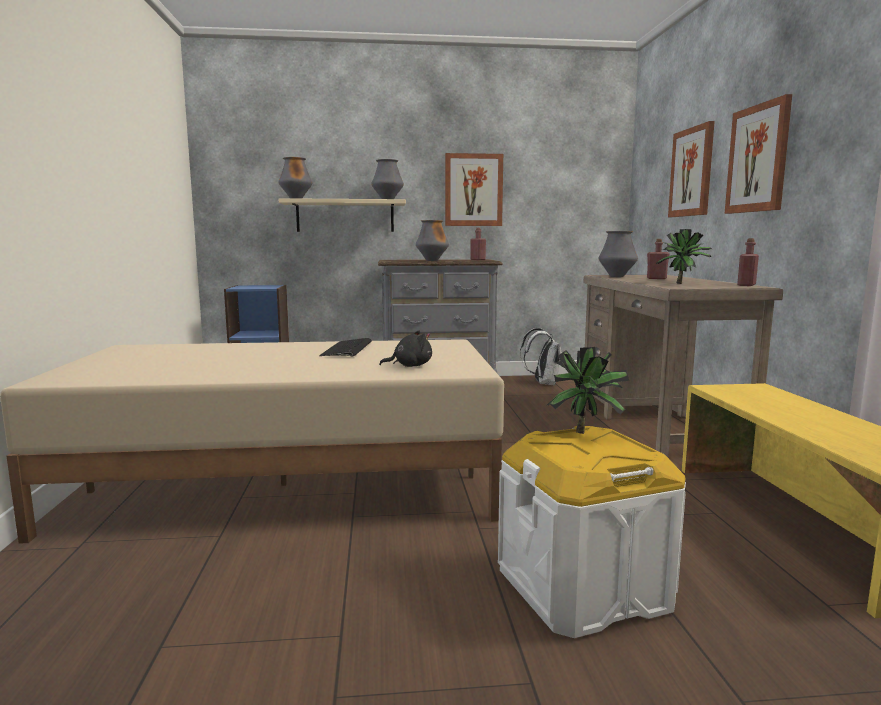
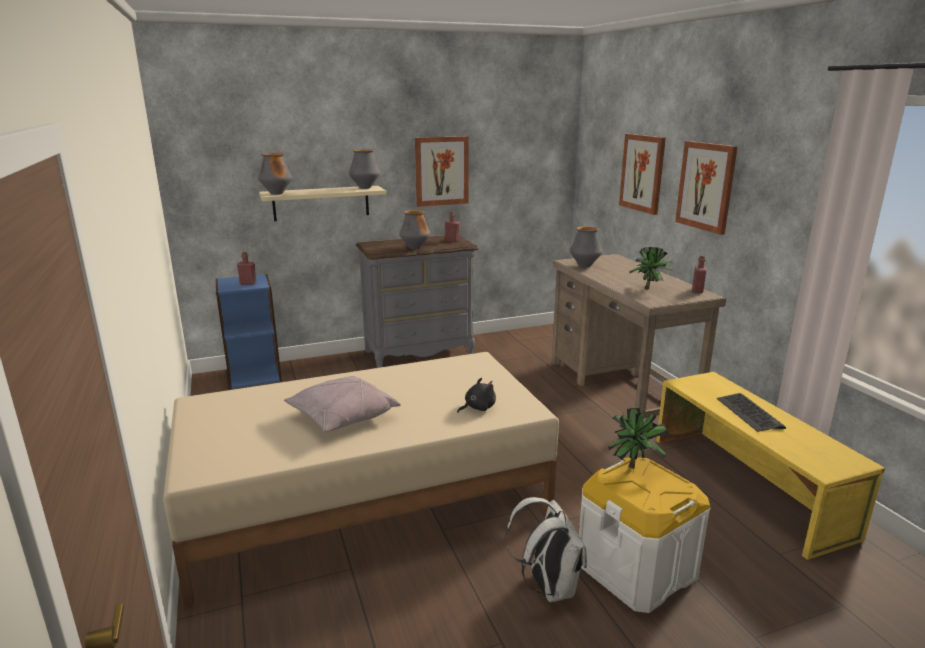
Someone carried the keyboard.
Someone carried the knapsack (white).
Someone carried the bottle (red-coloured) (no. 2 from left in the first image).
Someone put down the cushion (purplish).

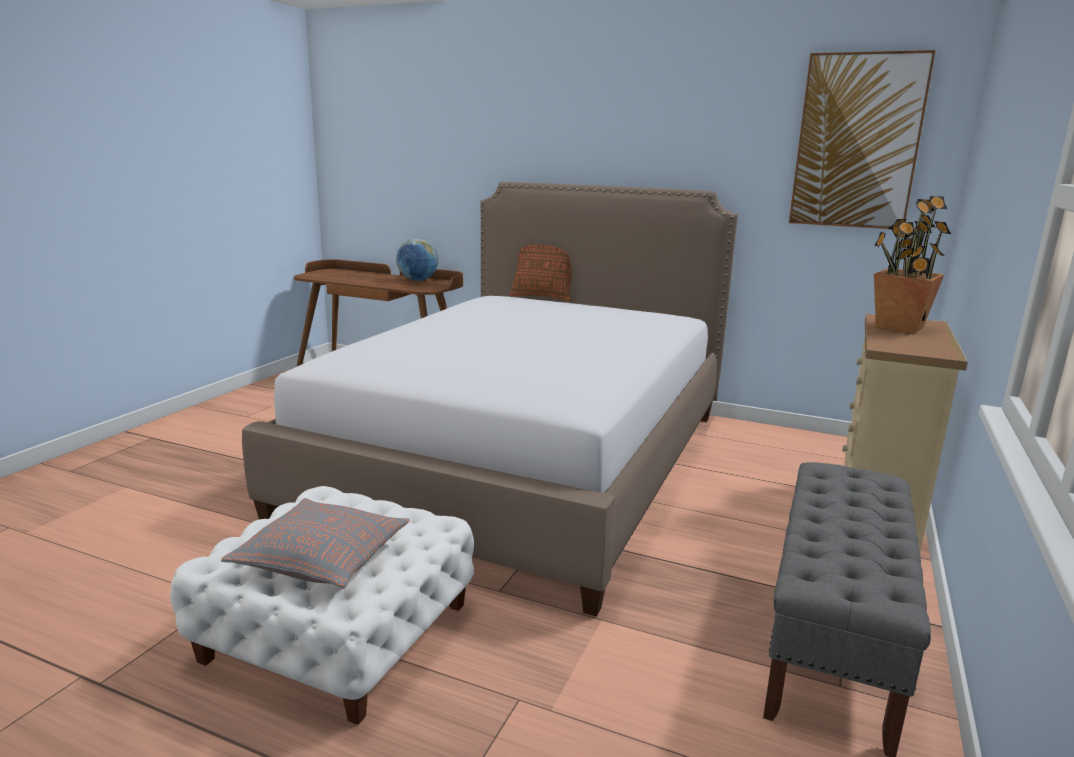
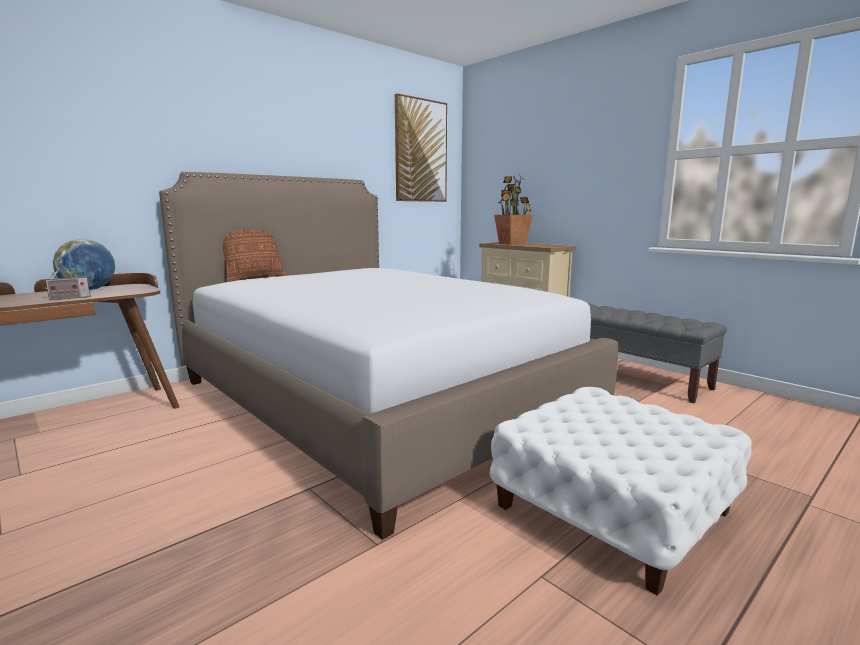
Someone took away the cushion (greyish).
Someone put down the radio receiver.

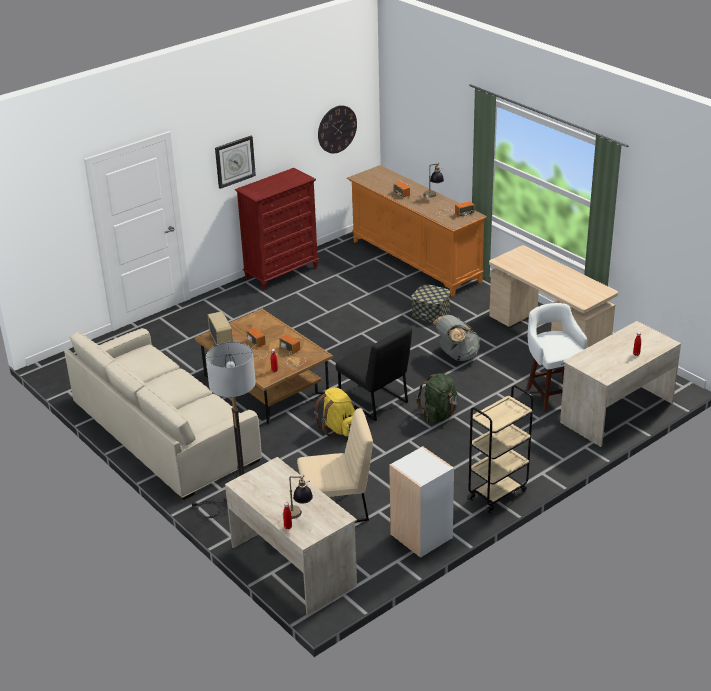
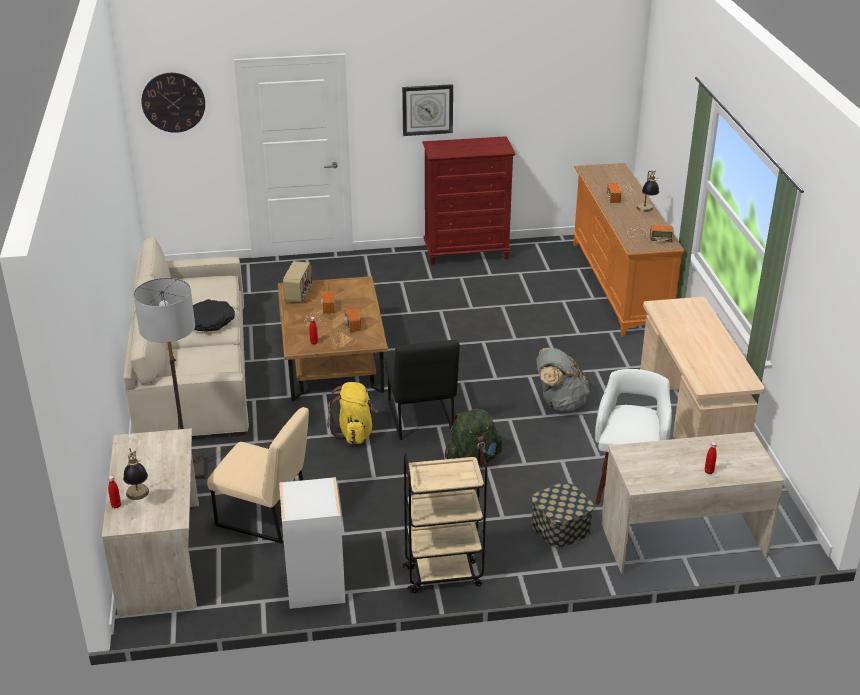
Someone carried the clock on the wall (no. 2 from left in the first image).
Someone carried the storage container.
Someone put down the cushion (blackish).

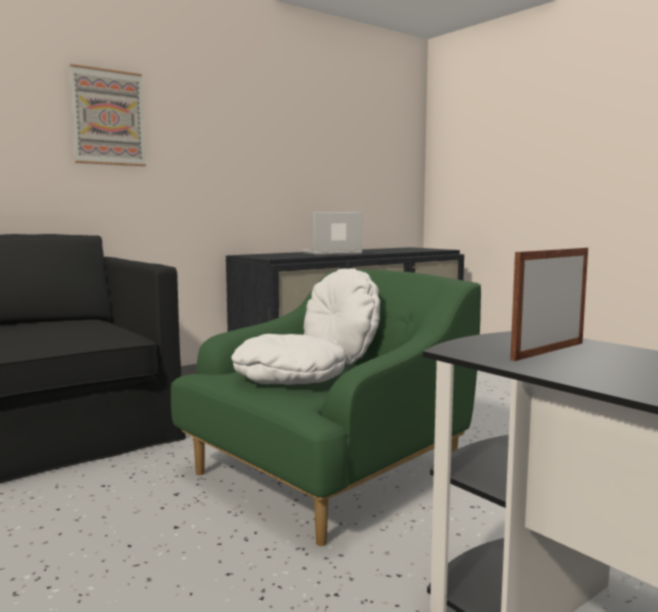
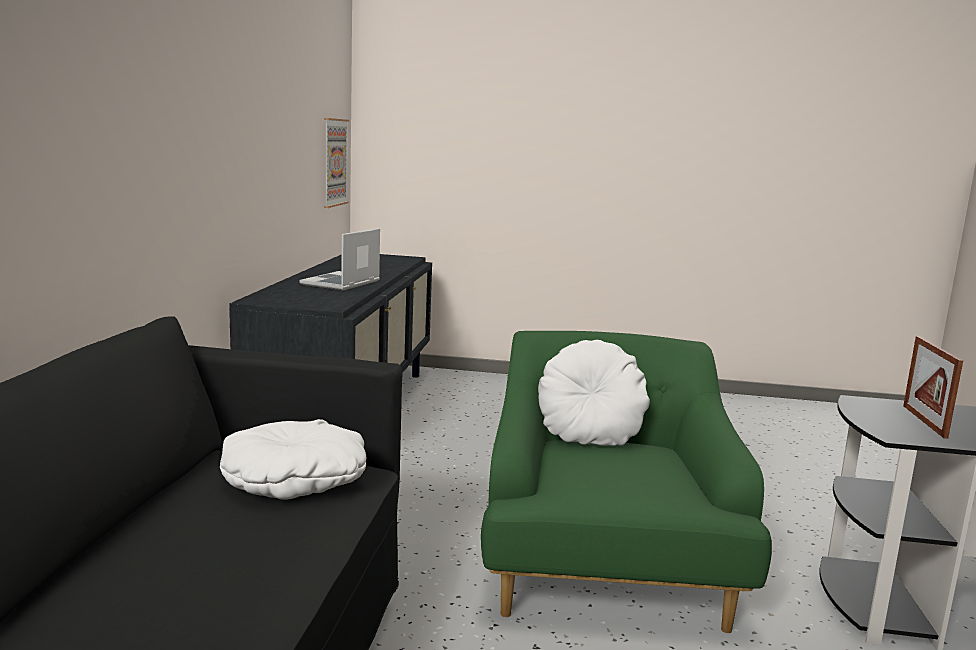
Someone carried the picture.
Someone carried the cushion (white) (no. 1 from left).

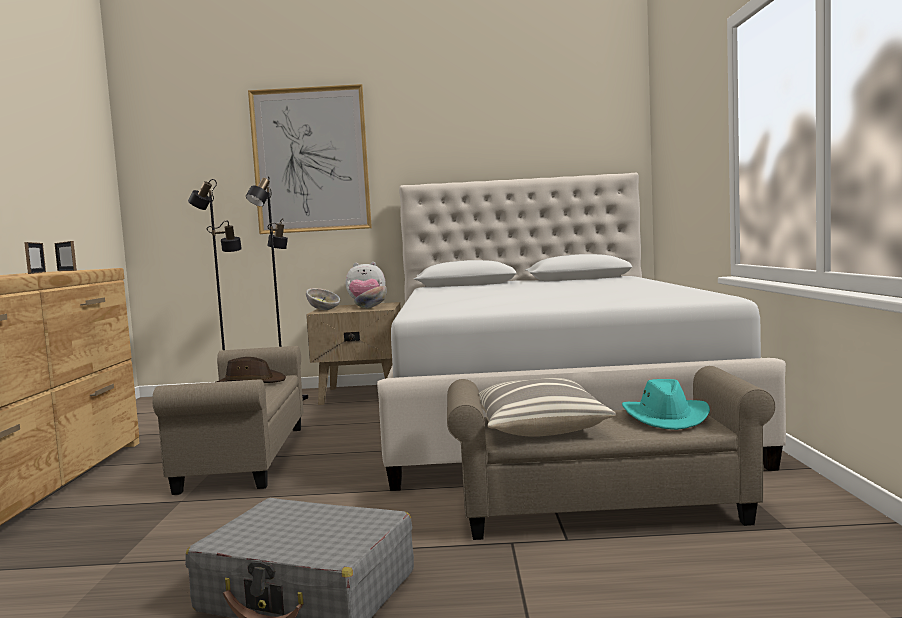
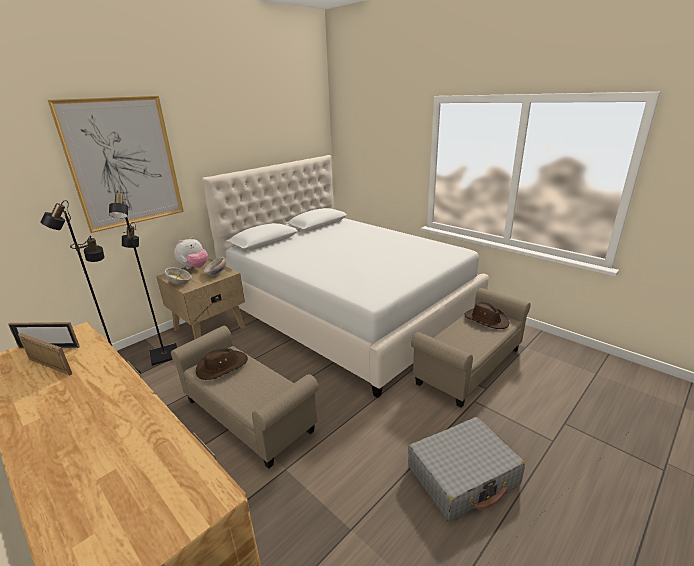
Someone took away the cushion.
Someone repainted the wearable hat (turquoise-coloured), which became the wearable hat (brown) (no. 2 from left).

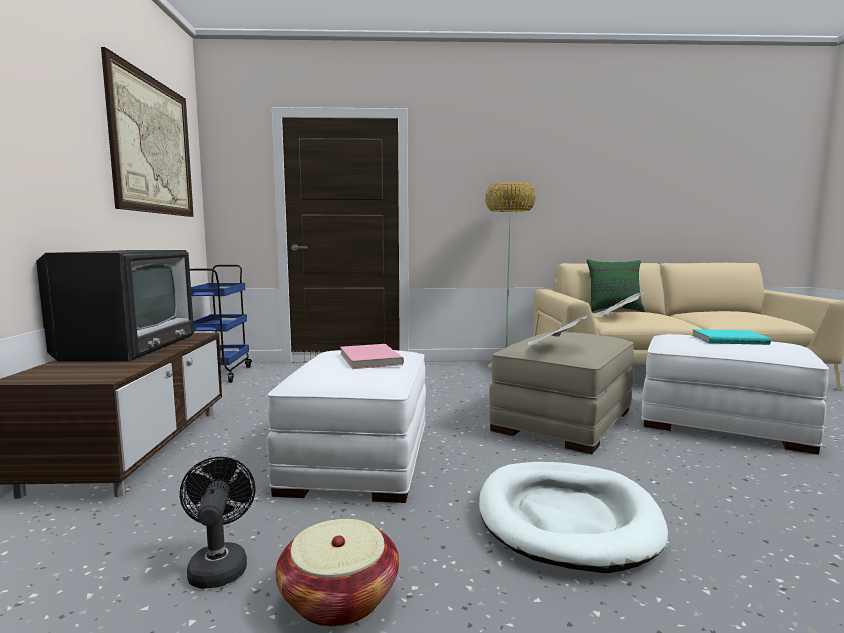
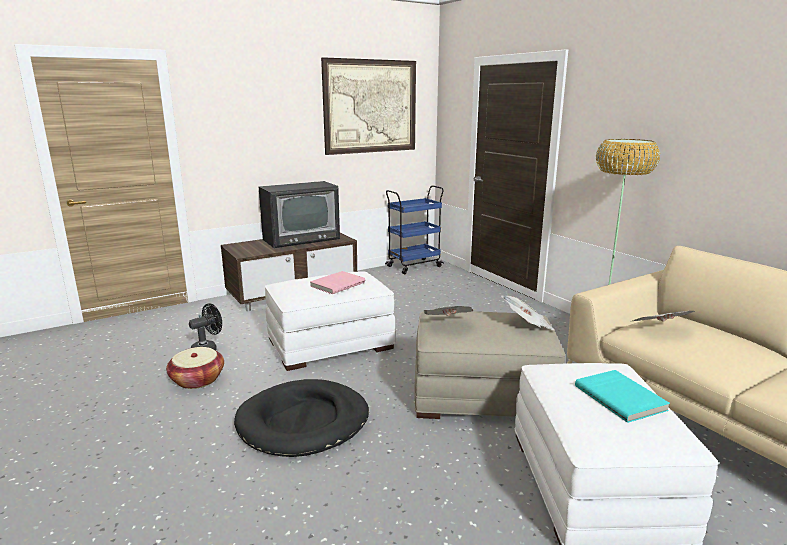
Someone repainted the dog bed (white), which became the dog bed (blackish).
Someone took away the cushion (green-coloured).
Someone put down the newspaper (no. 2 from left).

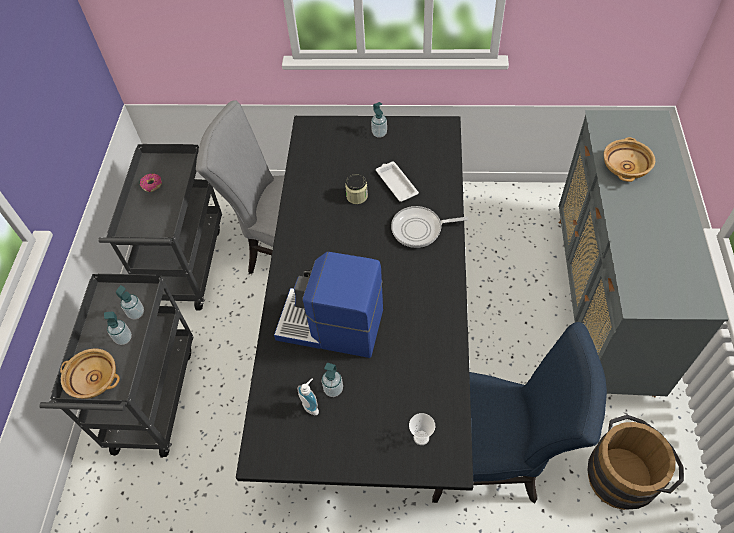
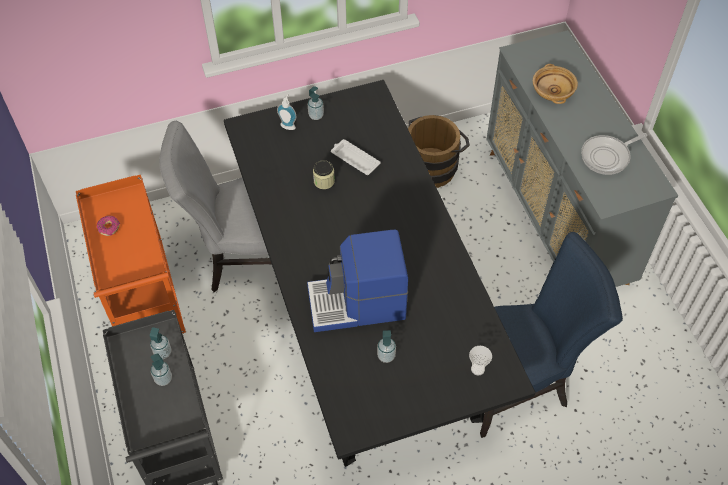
Someone took away the serving bowl (sand-coloured) (no. 1 from left).
Someone repainted the trolley (greyish) (no. 2 from left), which became the trolley (orange-coloured).
Someone carried the soap bottle (no. 3 from left).
Someone carried the frying pan.
Someone carried the pail (brown).

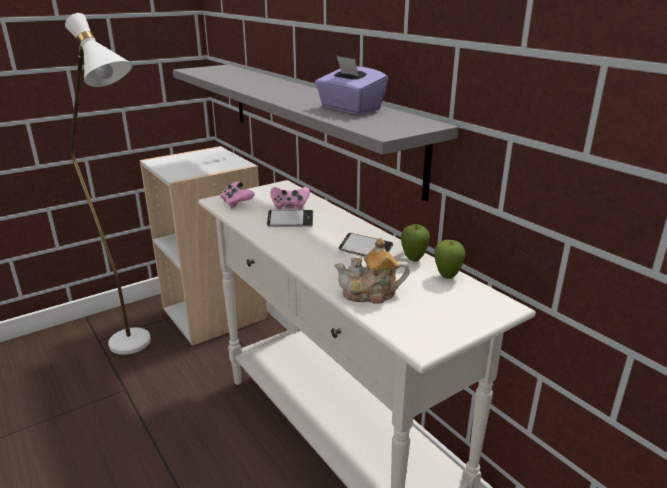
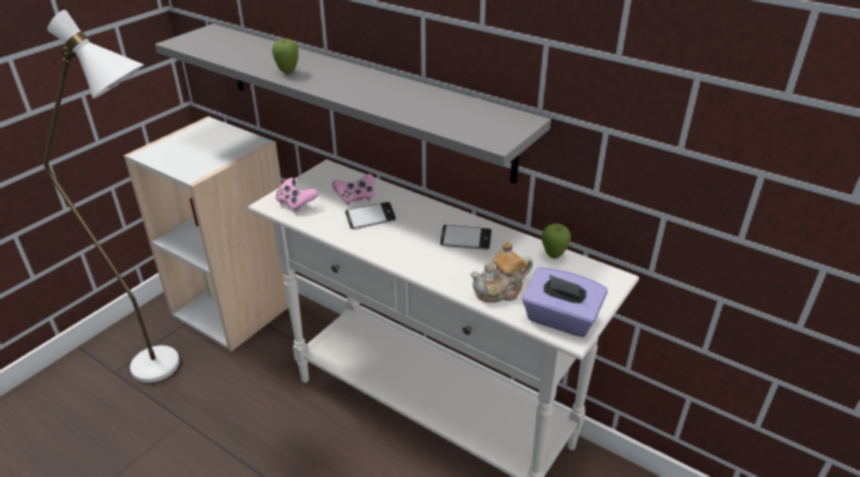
Someone carried the tissue box (purplish).
Someone carried the whole apple (no. 1 from left).

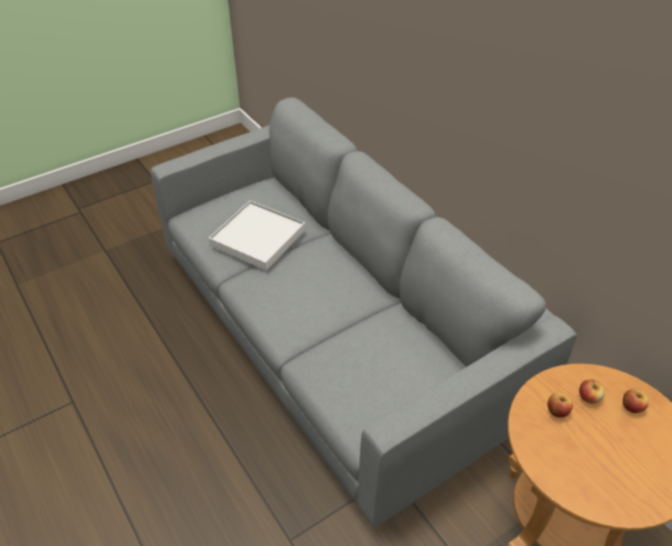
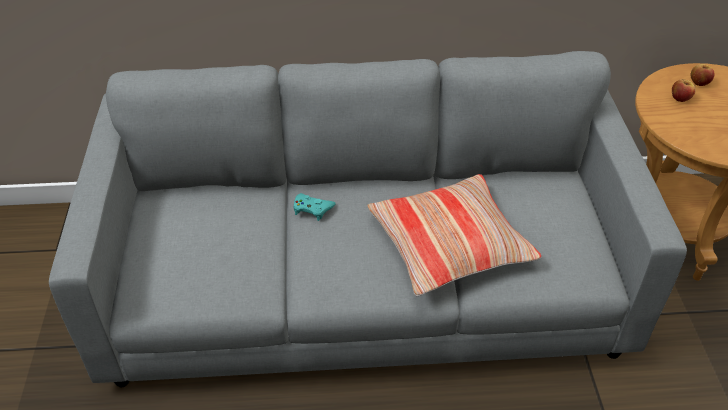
Someone took away the tray (white).
Someone took away the whole apple (no. 1 from left).
Someone put down the game controller (turquoise-coloured).
Someone put down the cushion.

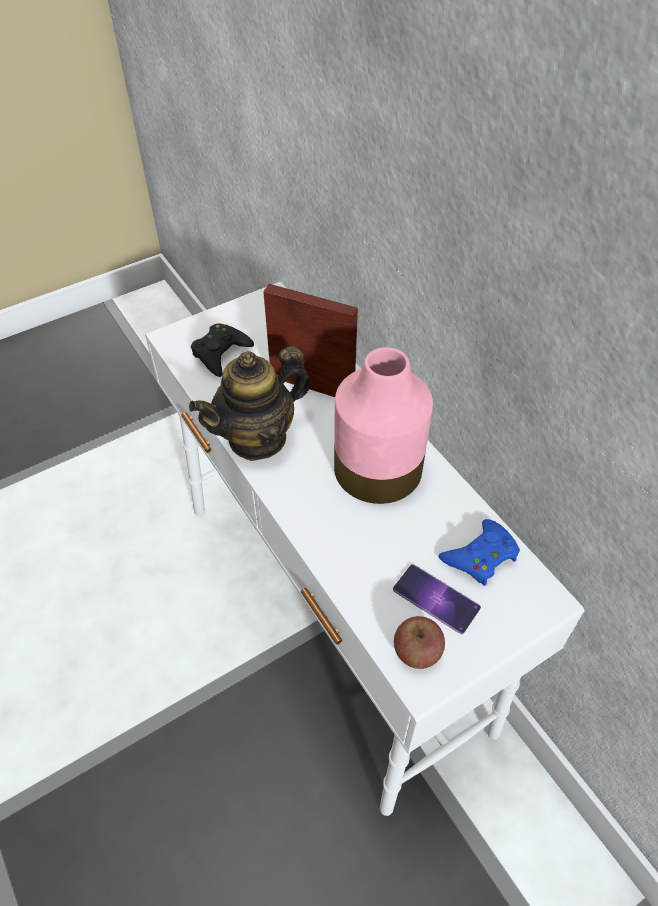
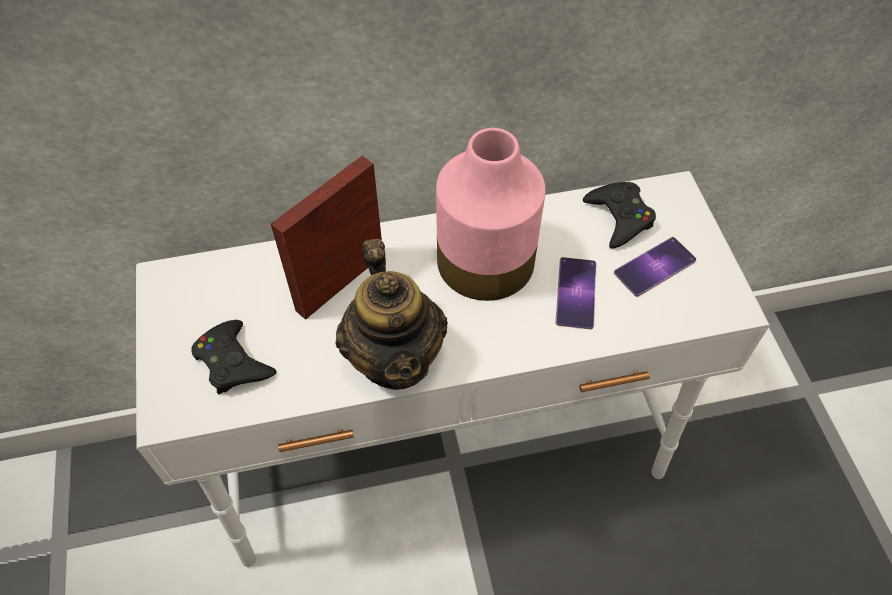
Someone took away the whole apple.
Someone repainted the game controller (bluish), which became the game controller (blackish) (no. 2 from left).
Someone put down the handset (no. 1 from left).

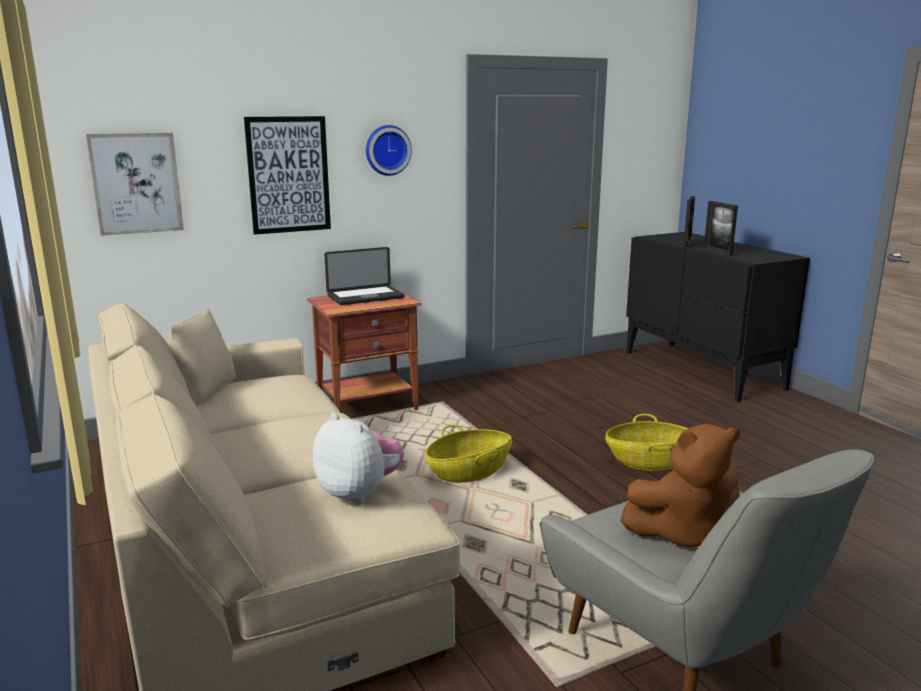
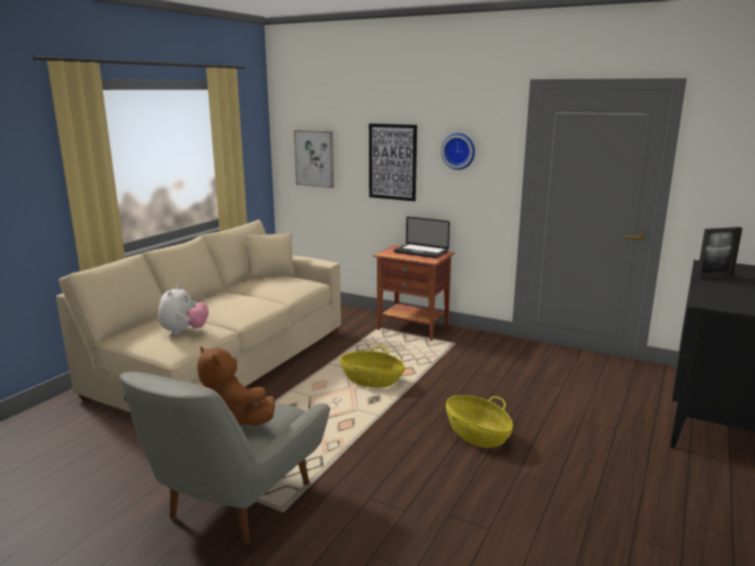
Someone took away the picture frame (no. 2 from left).

